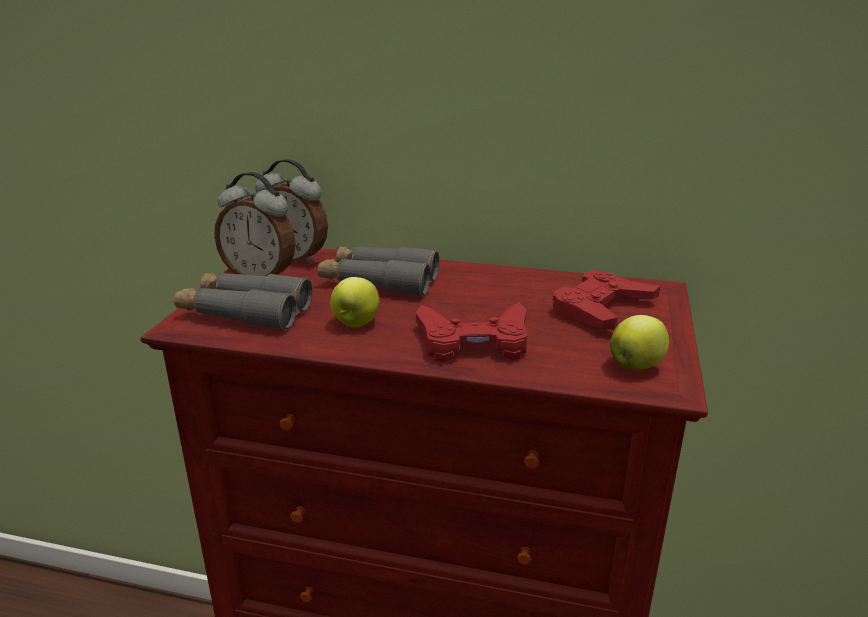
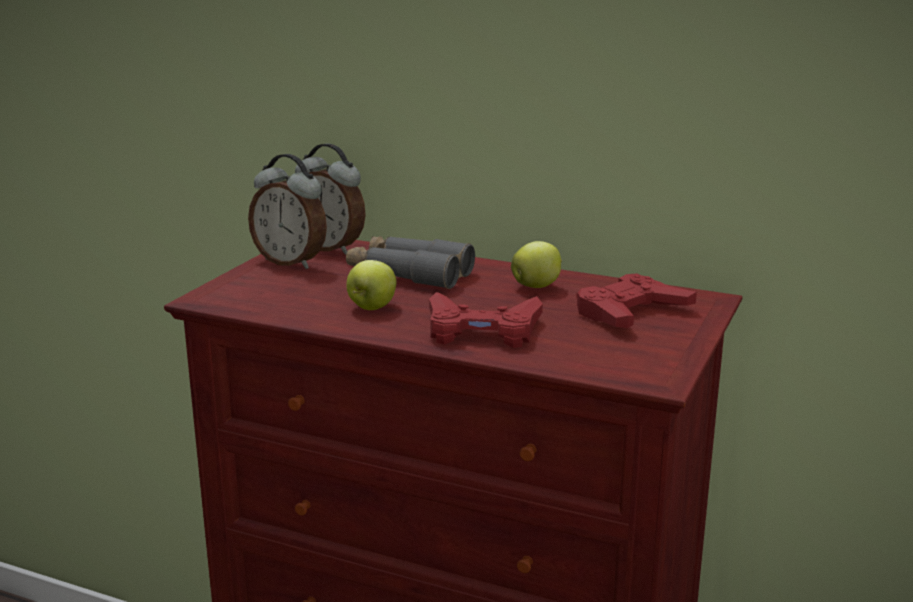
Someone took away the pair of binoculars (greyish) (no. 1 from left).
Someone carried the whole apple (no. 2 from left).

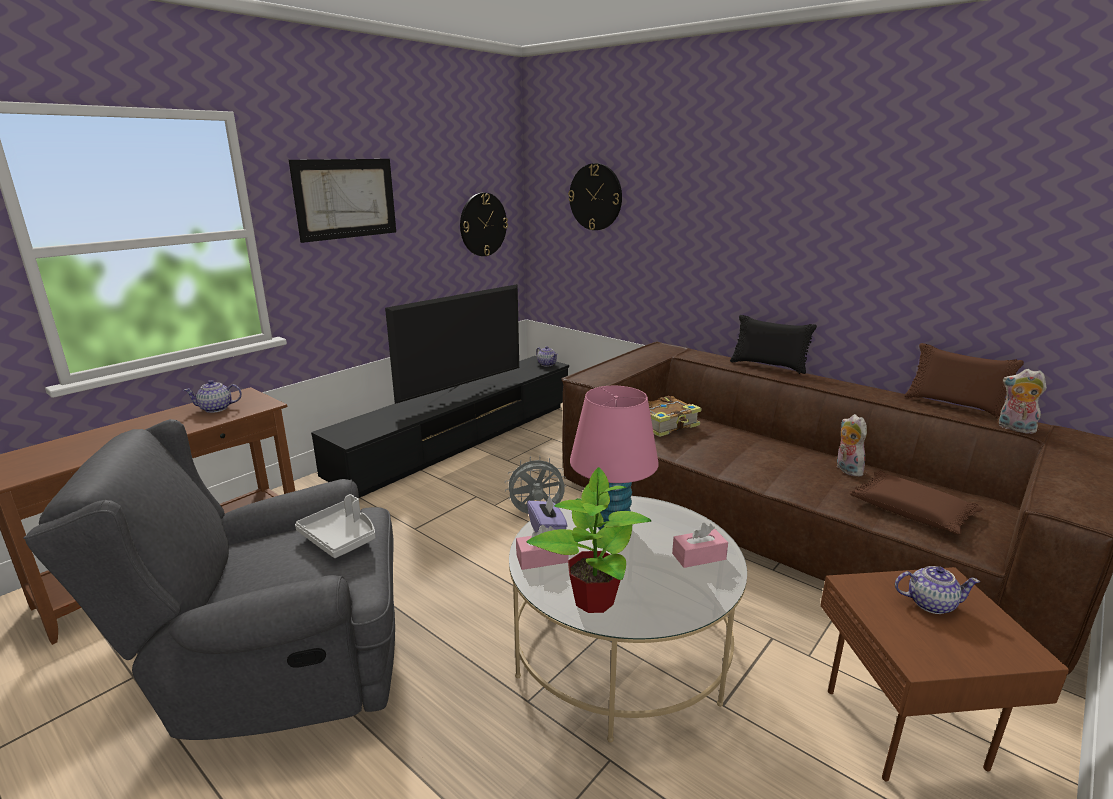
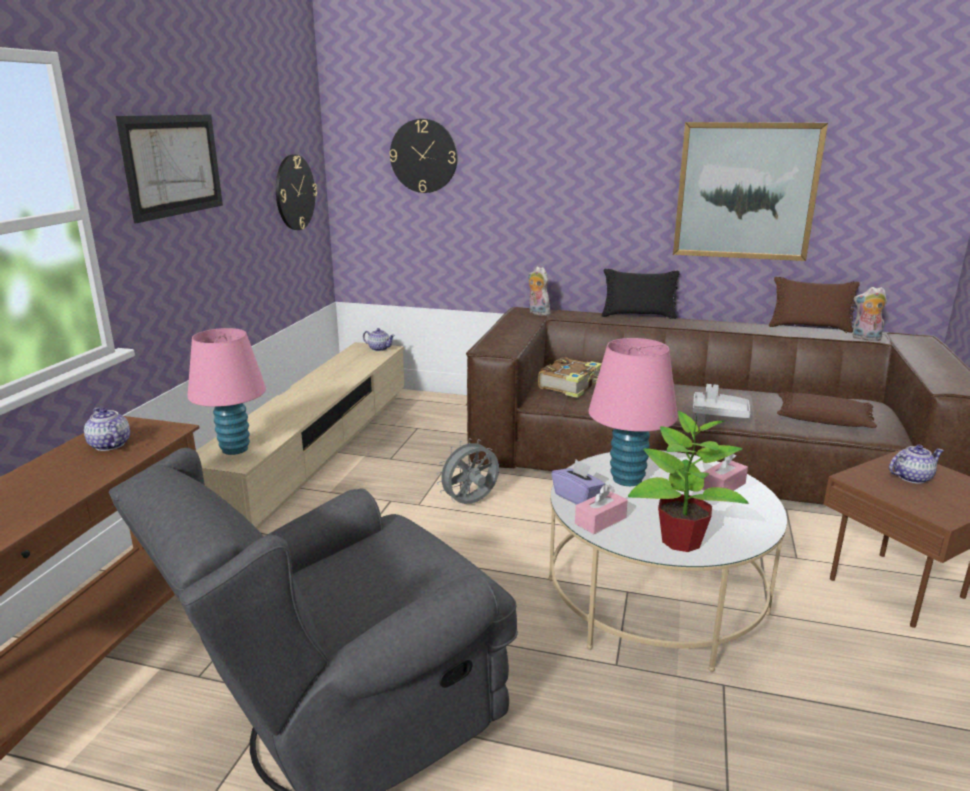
Someone rotated the teapot (no. 1 from left) by 90 degrees clockwise.
Someone carried the tray (greyish).
Someone repainted the media console (blackish), which became the media console (sand-coloured).
Someone took away the TV.
Someone carried the soft toy (no. 1 from left).
Someone put down the lamp for a table (pink) (no. 1 from left).
Someone put up the picture (no. 2 from left).

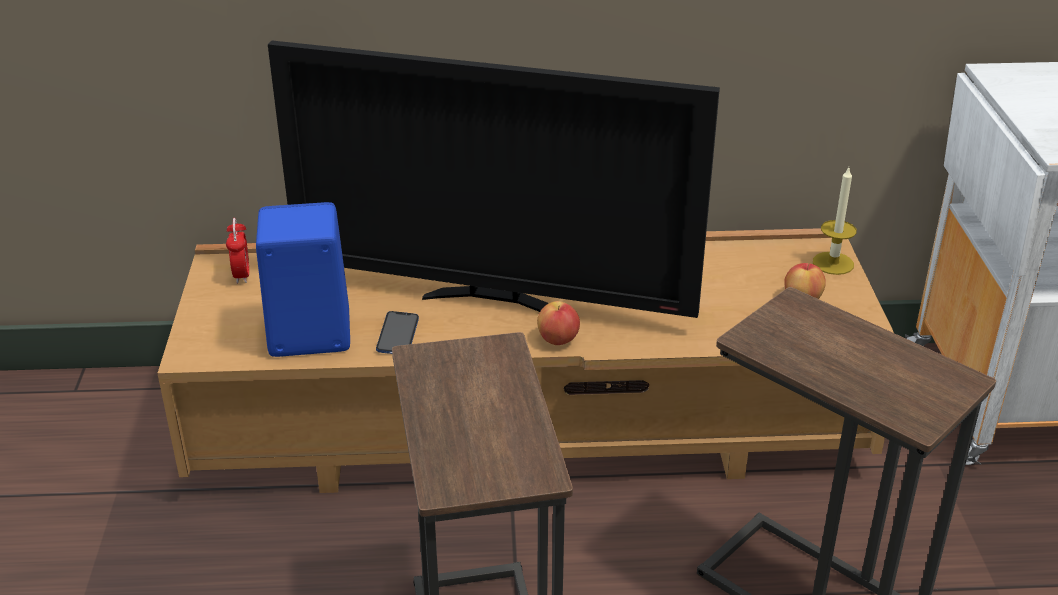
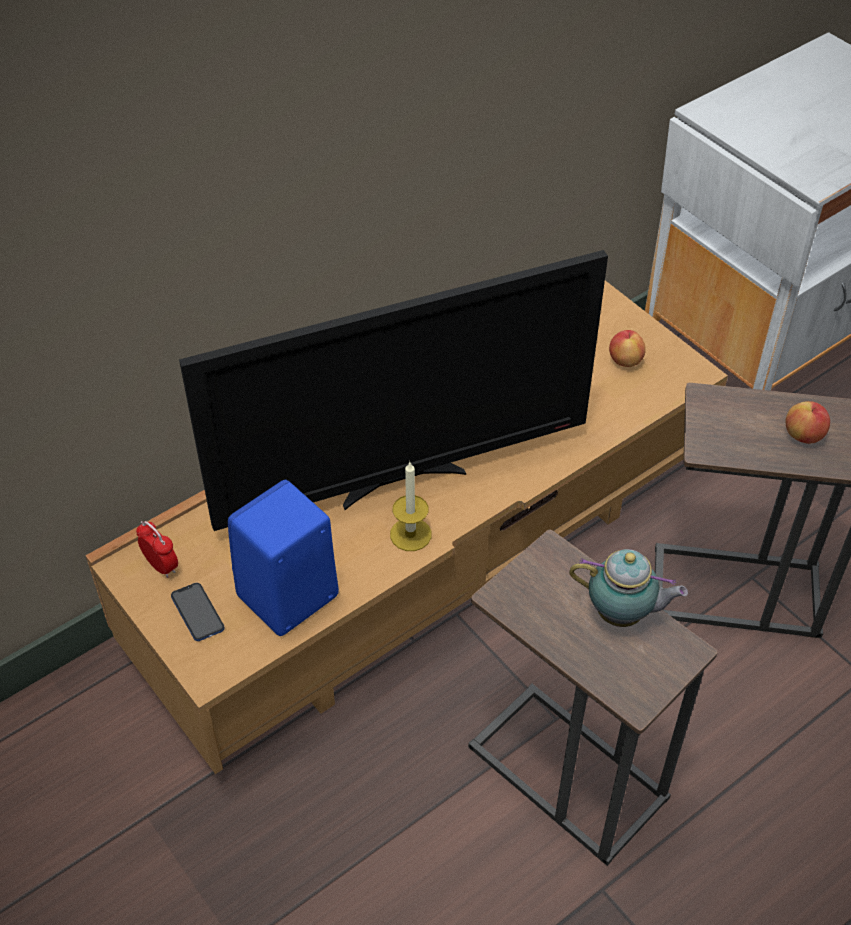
Someone carried the handset.
Someone carried the whole apple (no. 1 from left in the first image).
Someone carried the wax light.
Someone put down the teapot.

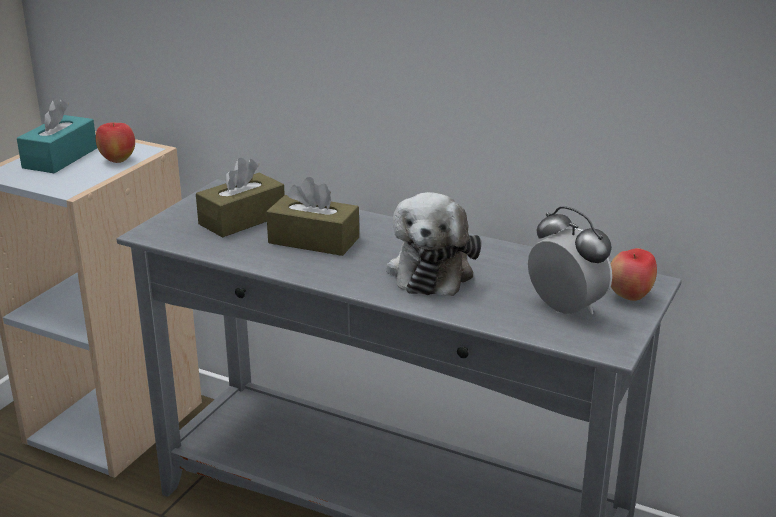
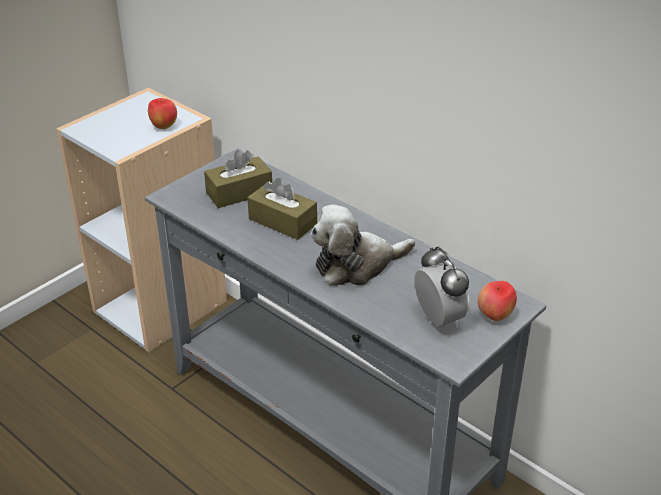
Someone took away the tissue box (turquoise-coloured).
Someone rotated the soft toy by 45 degrees clockwise.

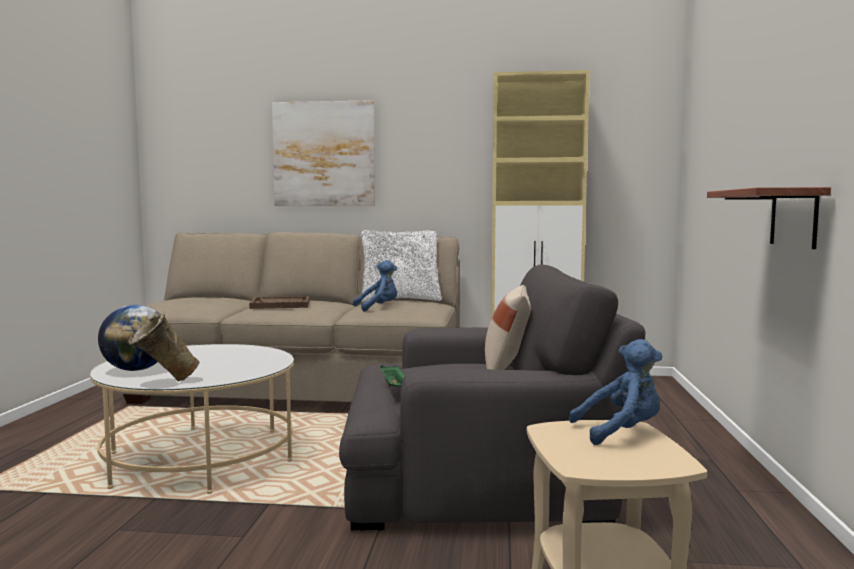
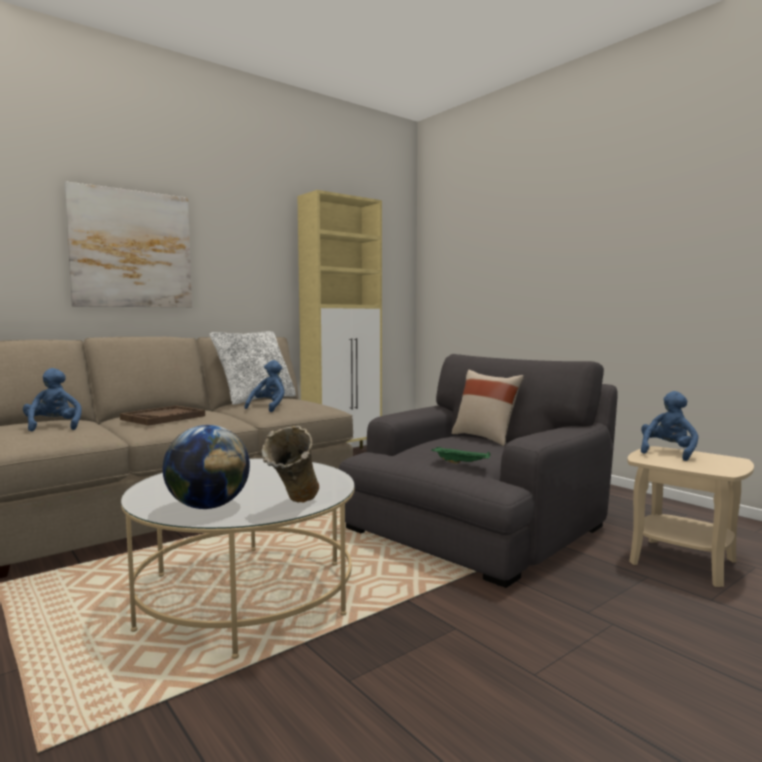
Someone took away the bracket shelf.
Someone put down the soft toy (bluish) (no. 1 from left).

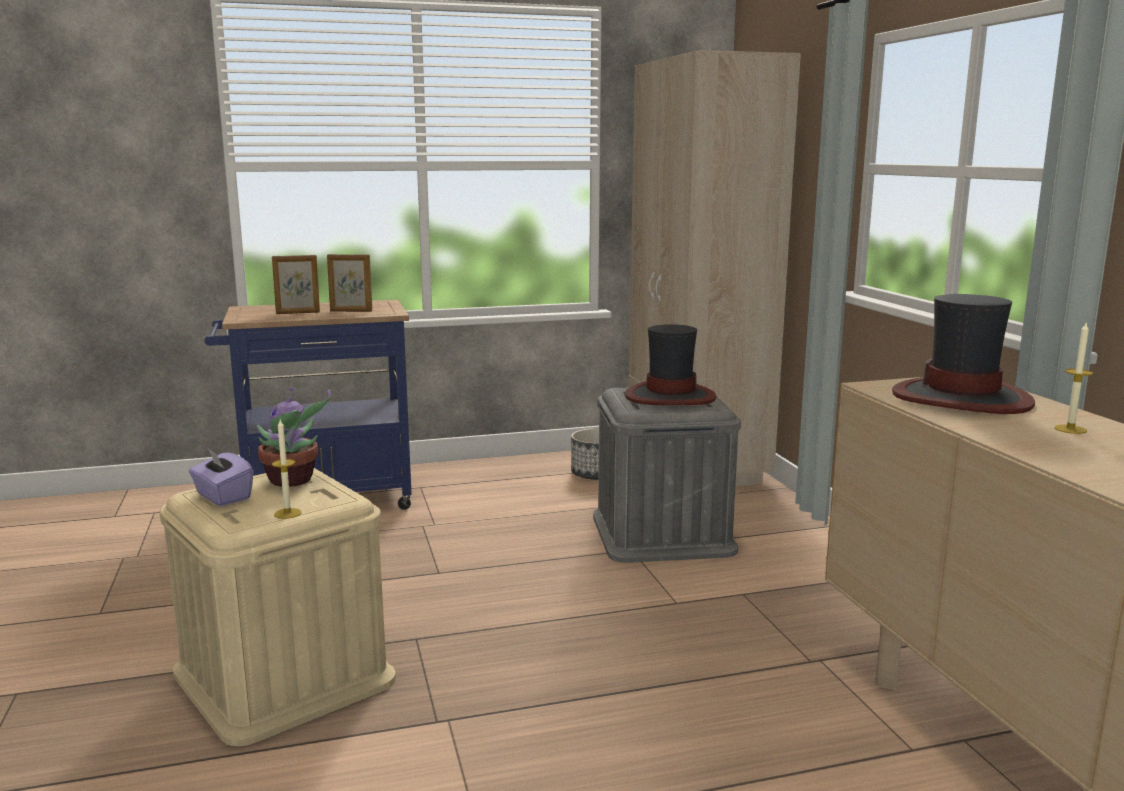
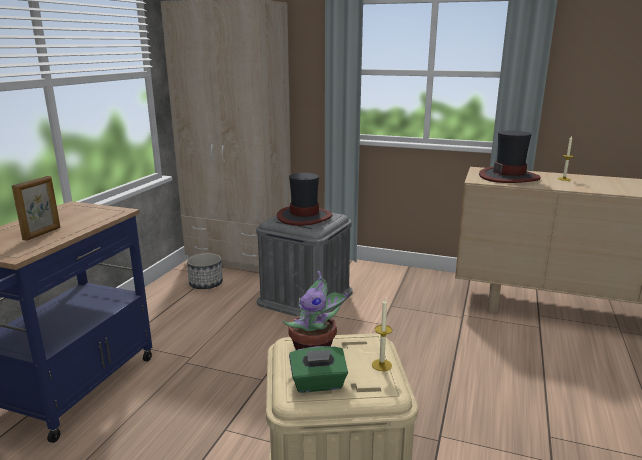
Someone repainted the tissue box (purplish), which became the tissue box (green-coloured).
Someone took away the picture frame (no. 2 from left).

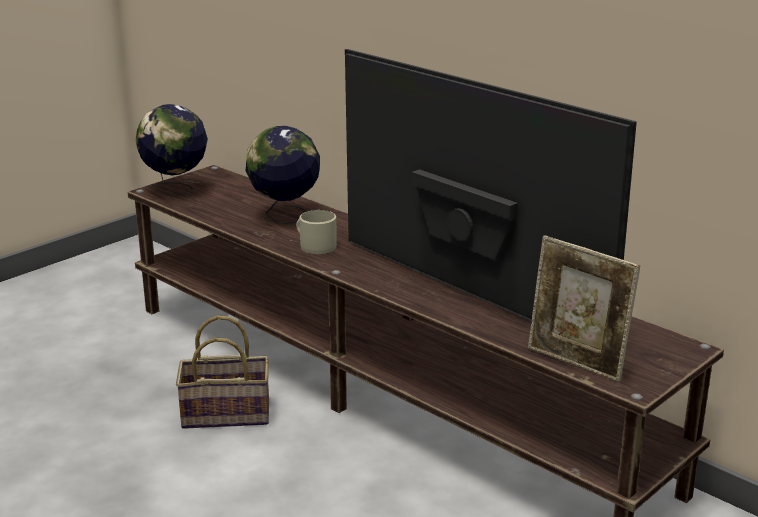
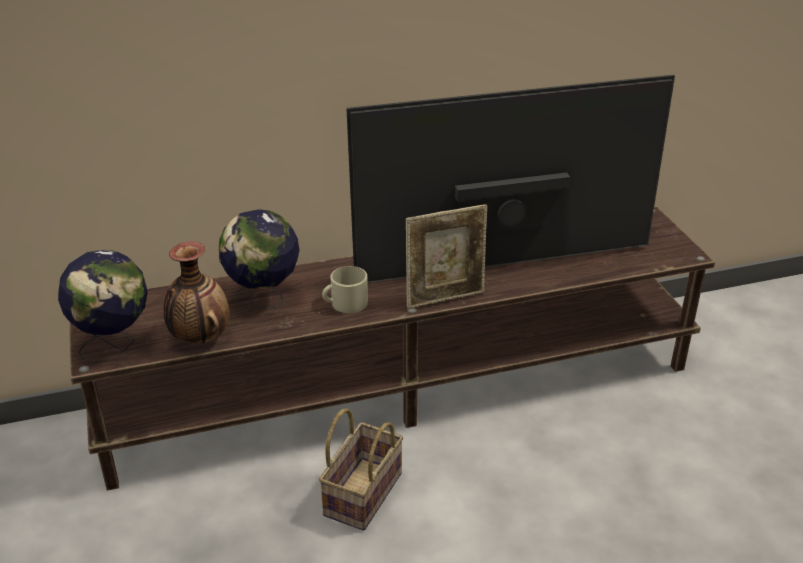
Someone carried the picture frame.
Someone put down the decorative vase.

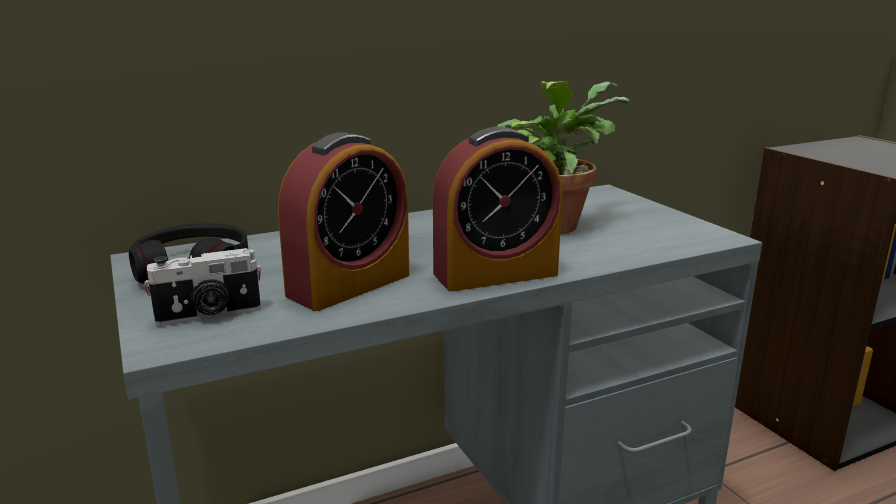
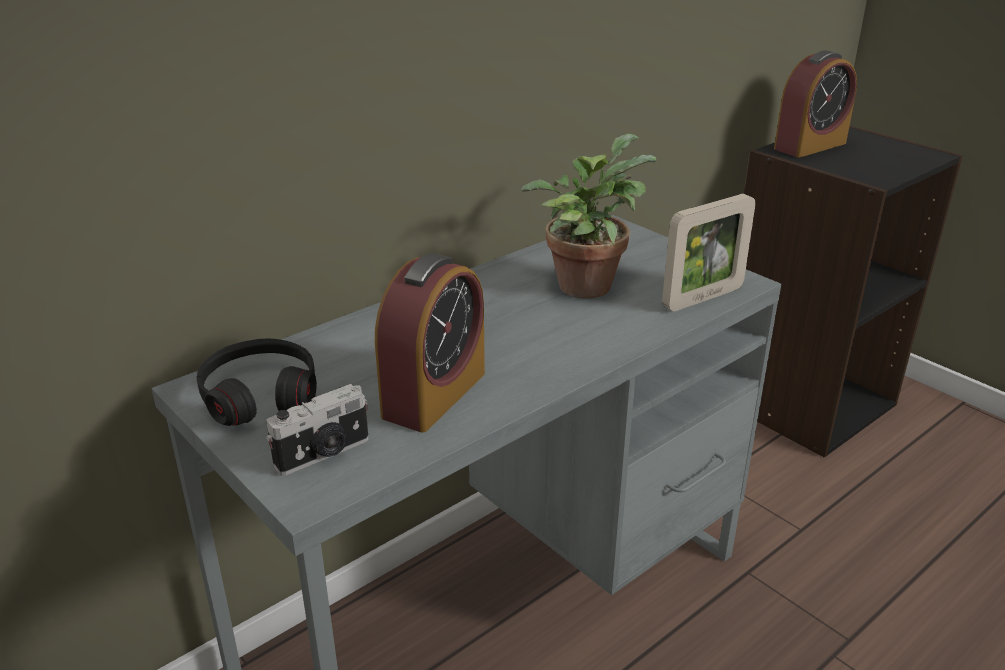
Someone carried the table clock (no. 2 from left).
Someone put down the picture frame.

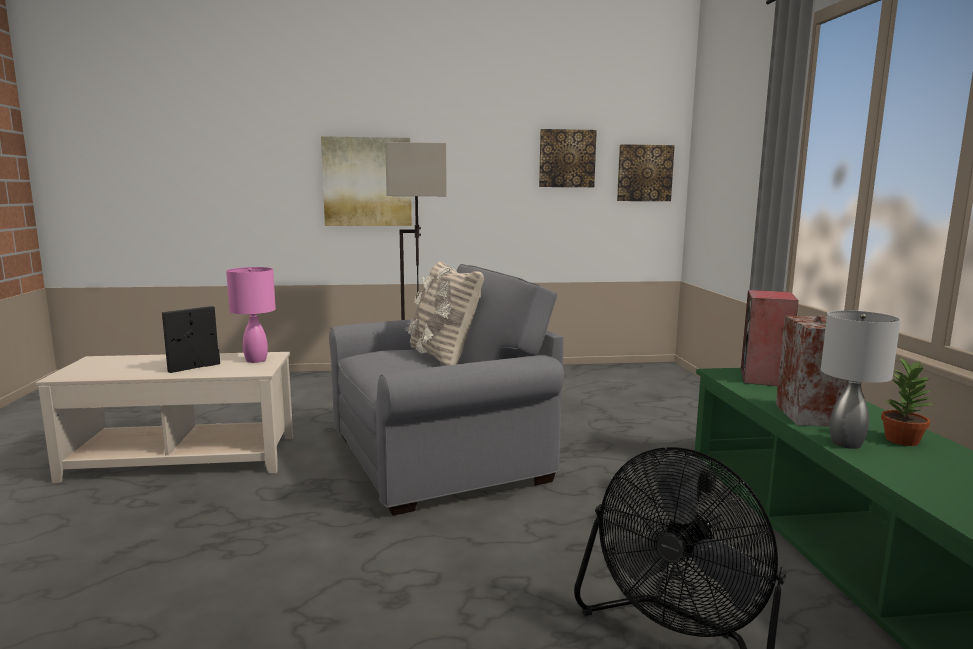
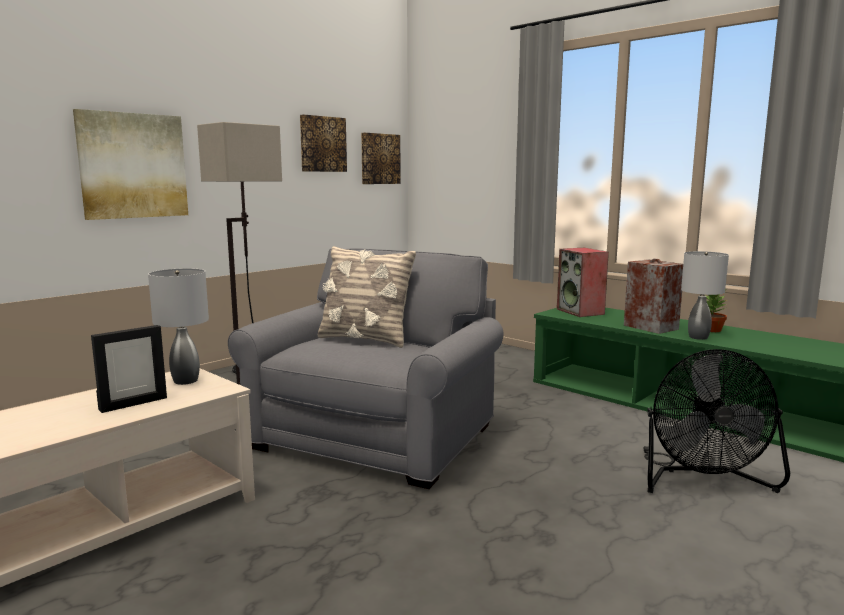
Someone rotated the picture frame by 135 degrees counterclockwise.
Someone repainted the lamp for a table (pink), which became the lamp for a table (greyish) (no. 1 from left).

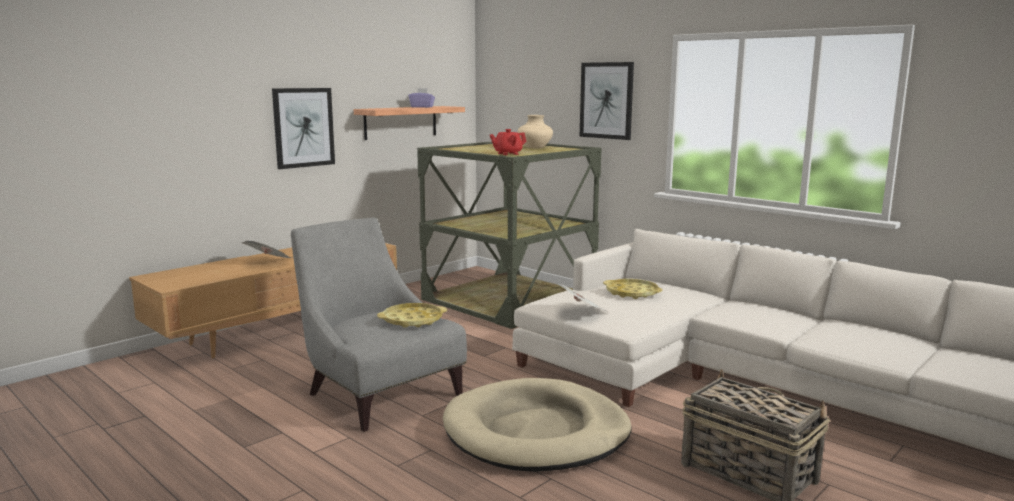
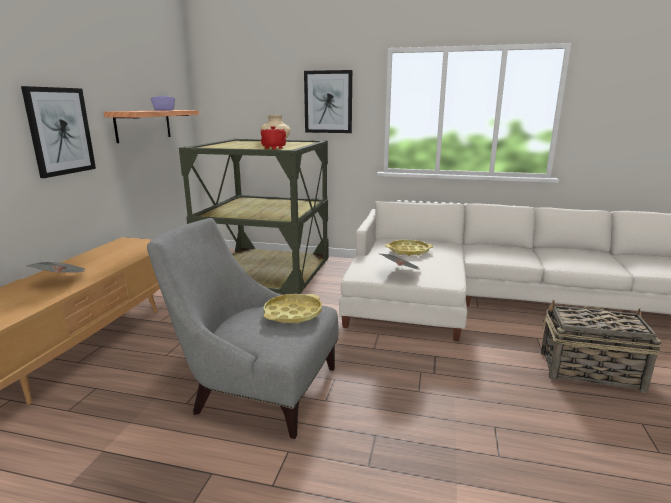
Someone took away the dog bed (sand-coloured).

